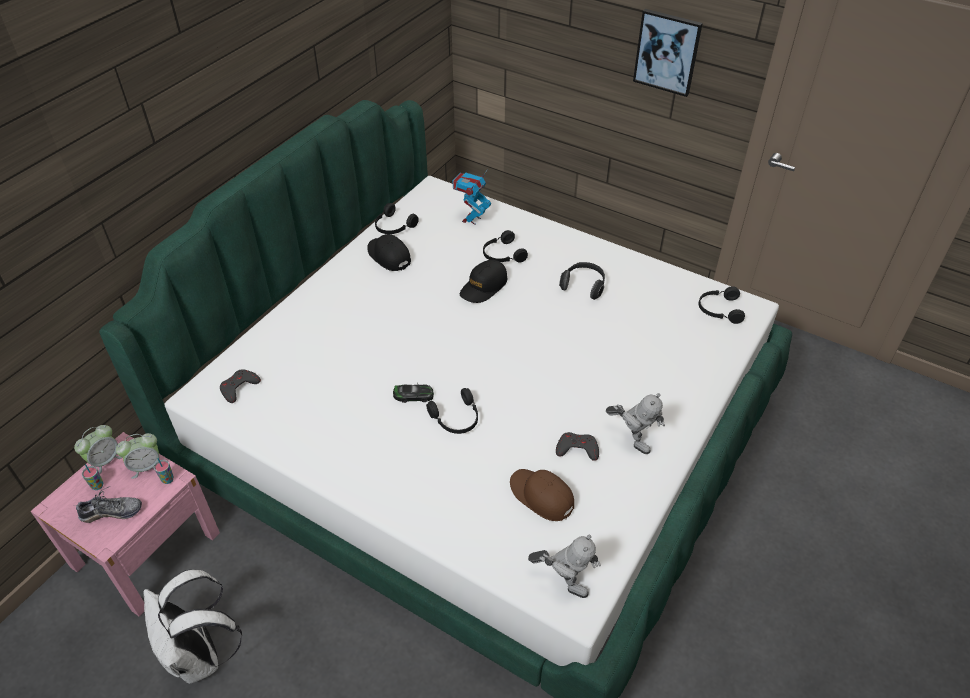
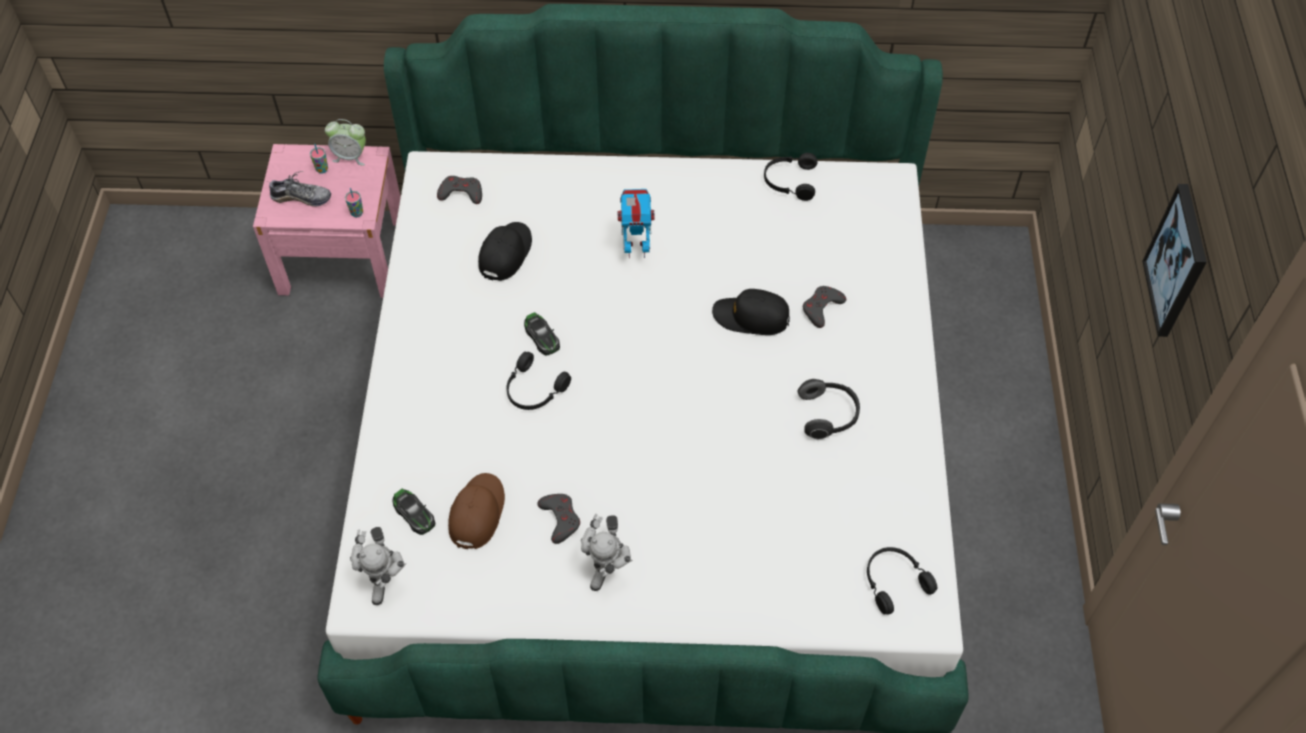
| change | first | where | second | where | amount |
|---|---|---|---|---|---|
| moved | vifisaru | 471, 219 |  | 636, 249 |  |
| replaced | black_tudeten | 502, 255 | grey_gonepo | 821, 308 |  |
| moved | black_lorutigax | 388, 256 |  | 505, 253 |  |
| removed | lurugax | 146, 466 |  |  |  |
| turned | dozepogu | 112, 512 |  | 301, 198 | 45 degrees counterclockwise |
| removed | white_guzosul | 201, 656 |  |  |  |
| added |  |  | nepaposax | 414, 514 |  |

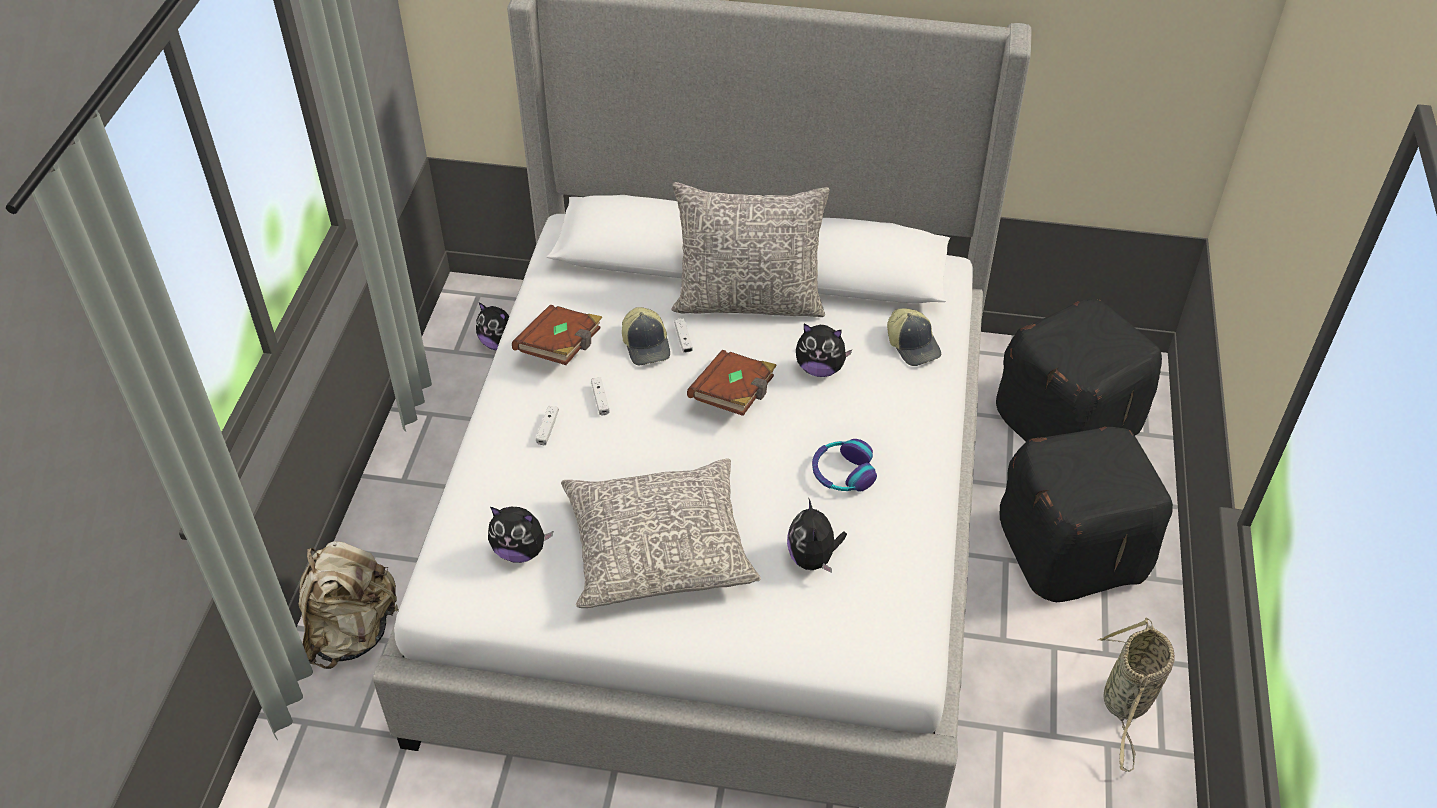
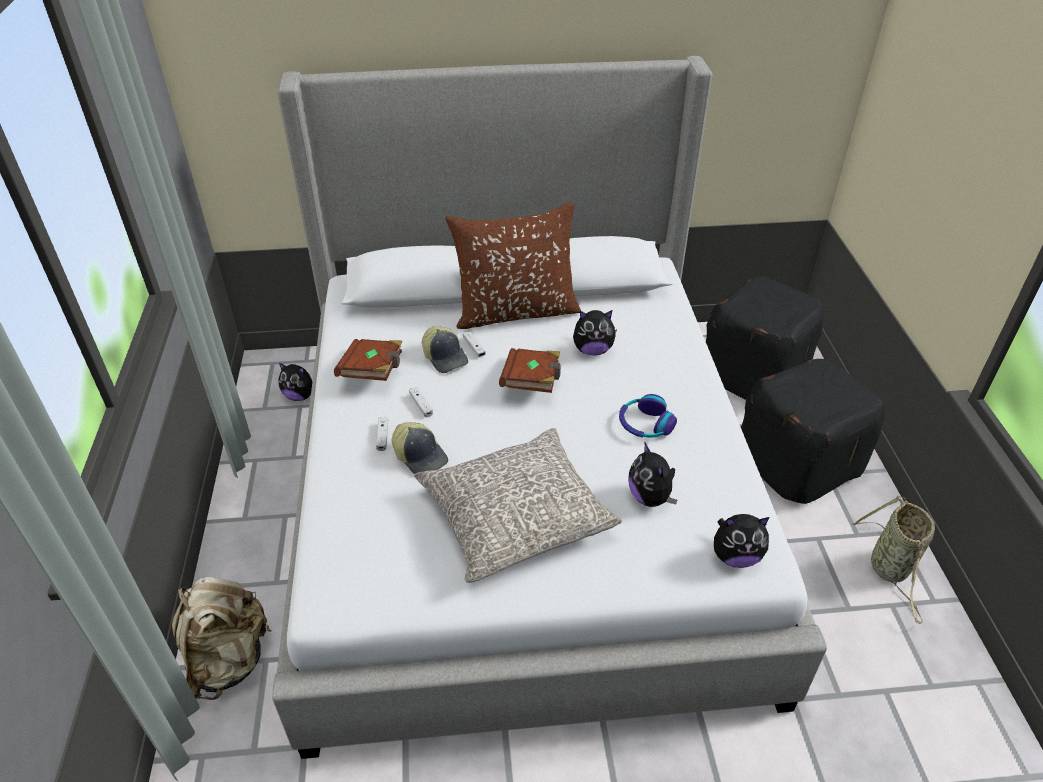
| change | first | where | second | where | amount |
|---|---|---|---|---|---|
| recoloured | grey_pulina | 748, 300 | brown_pulina | 516, 311 |  |
| moved | lorutigax | 913, 345 |  | 420, 456 |  |
| moved | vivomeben | 520, 551 |  | 735, 556 |  |

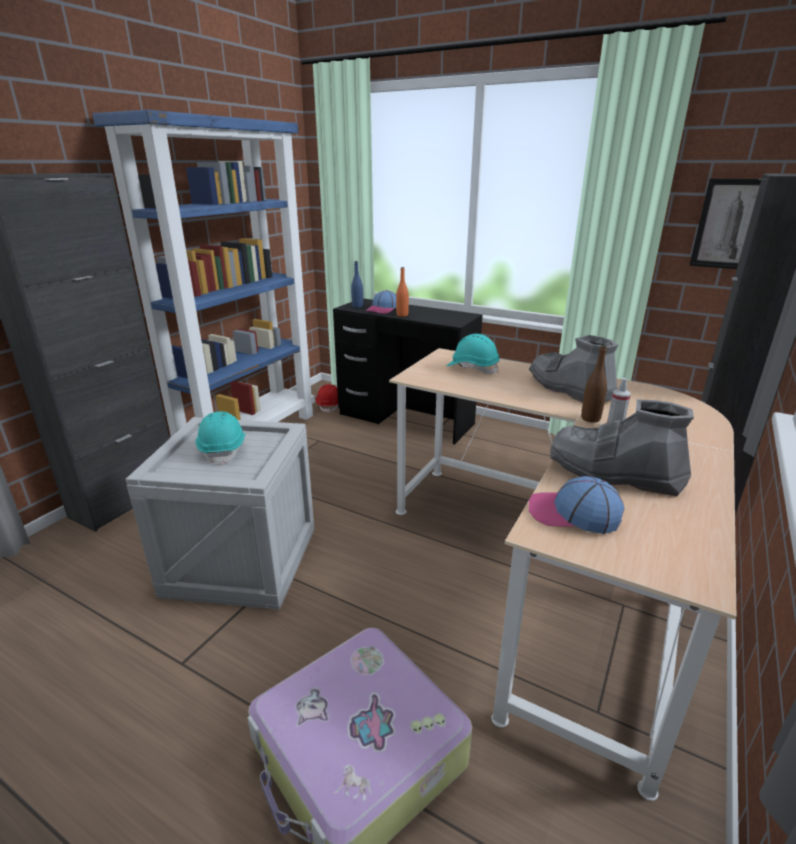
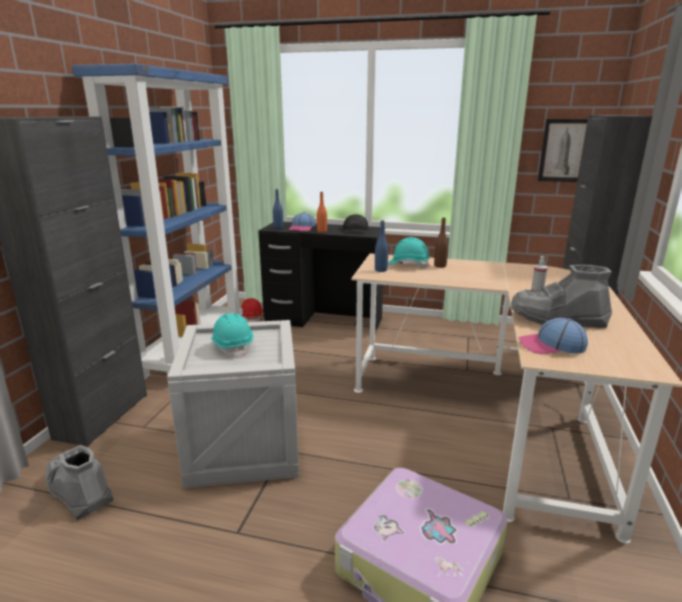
| change | first | where | second | where | amount |
|---|---|---|---|---|---|
| moved | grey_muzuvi | 569, 388 |  | 78, 490 |  |
| moved | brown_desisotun | 590, 418 |  | 440, 266 |  |
| added |  |  | black_lorutigax | 355, 230 |  |
| added |  |  | blue_desisotun | 381, 270 |  |

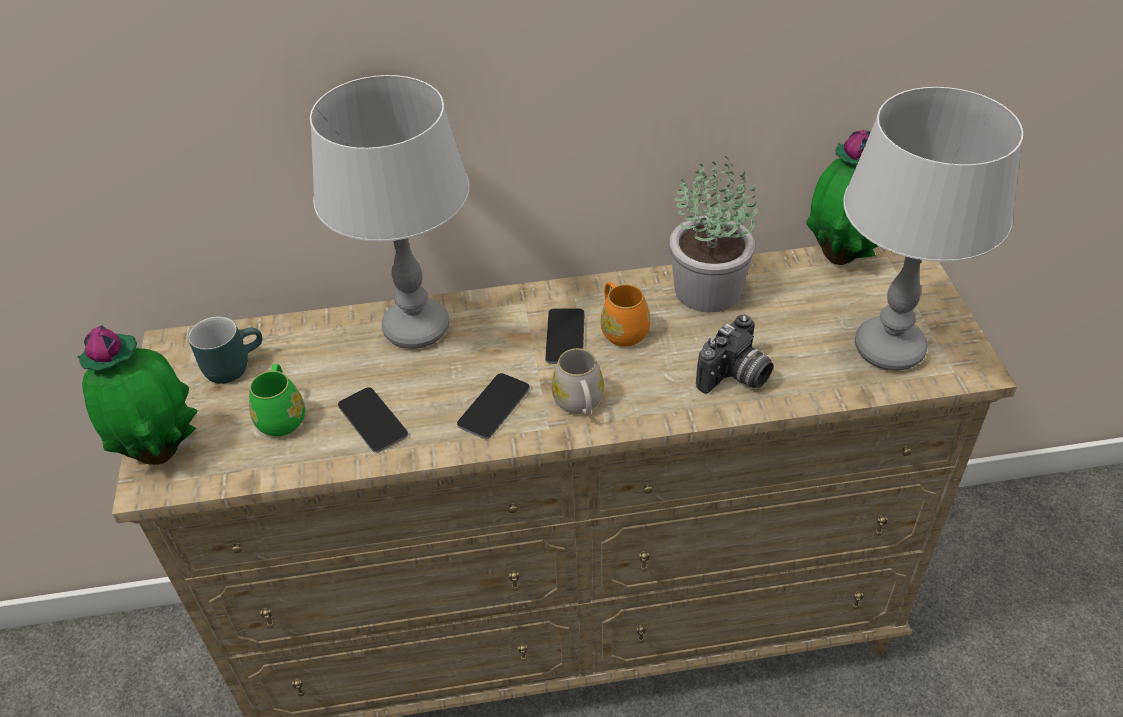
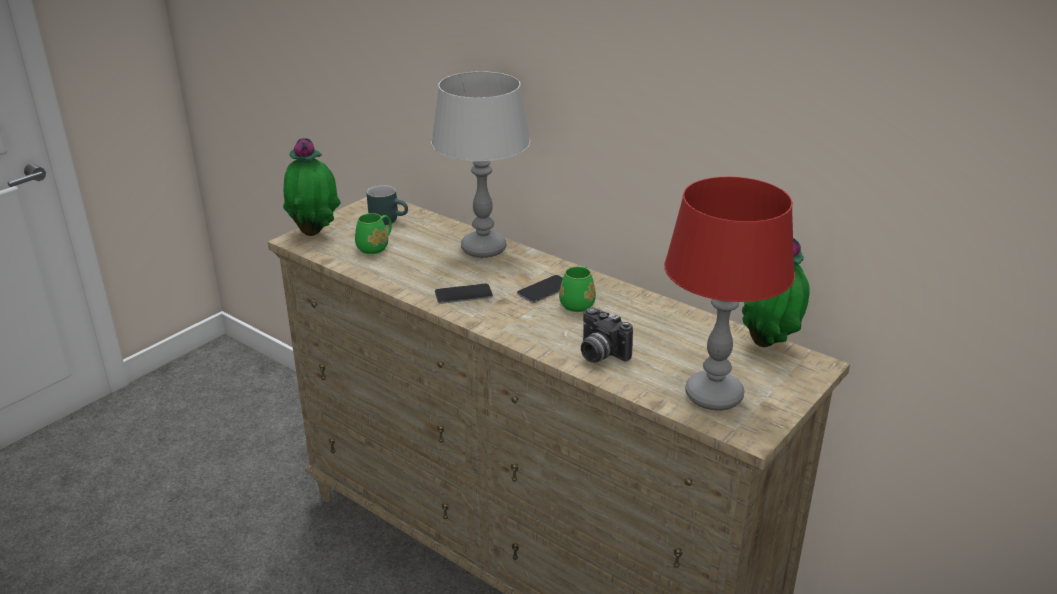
| change | first | where | second | where | amount |
|---|---|---|---|---|---|
| recoloured | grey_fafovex | 888, 349 | red_fafovex | 713, 395 |  |
| removed | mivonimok | 709, 290 |  |  |  |
| recoloured | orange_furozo | 621, 329 | green_furozo | 578, 302 |  |
| turned | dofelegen | 735, 377 |  | 599, 354 | 45 degrees clockwise |
| removed | white_furozo | 580, 404 |  |  |  |
| removed | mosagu | 372, 420 |  |  |  |

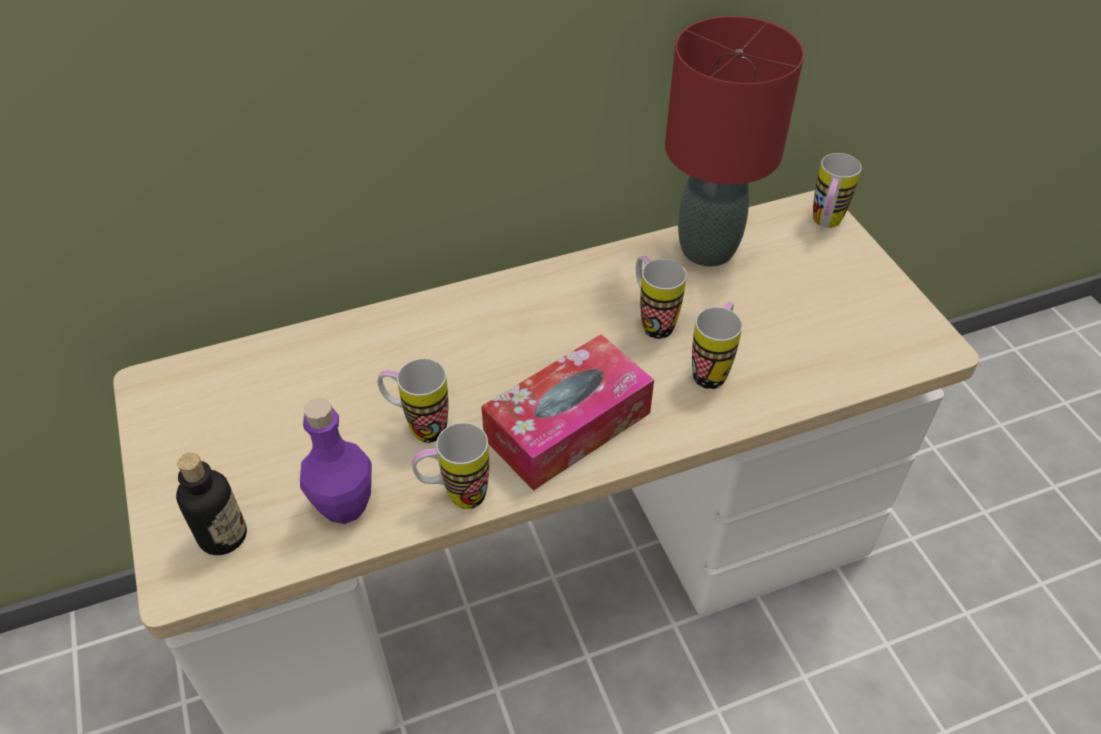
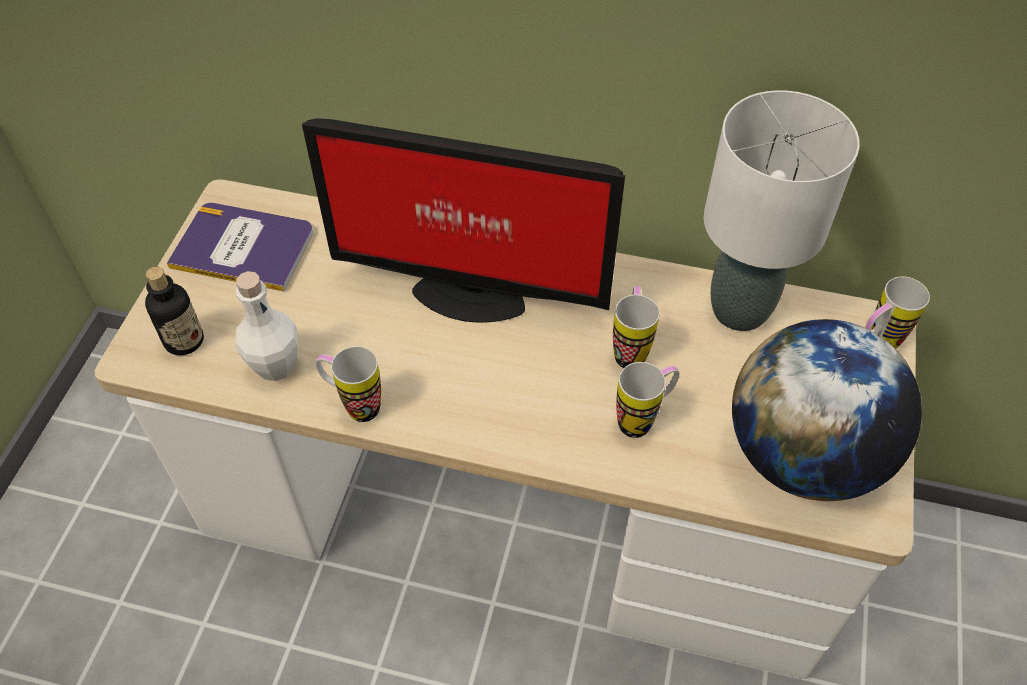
| change | first | where | second | where | amount |
|---|---|---|---|---|---|
| recoloured | red_fafovex | 708, 249 | white_fafovex | 740, 310 |  |
| removed | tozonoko | 568, 426 |  |  |  |
| removed | furozo | 418, 427 |  |  |  |
| recoloured | purple_desisotun | 344, 505 | white_desisotun | 275, 366 |  |
| added |  |  | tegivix | 467, 292 |  |
| added |  |  | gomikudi | 243, 247 |  |
| added |  |  | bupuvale | 803, 455 |  |

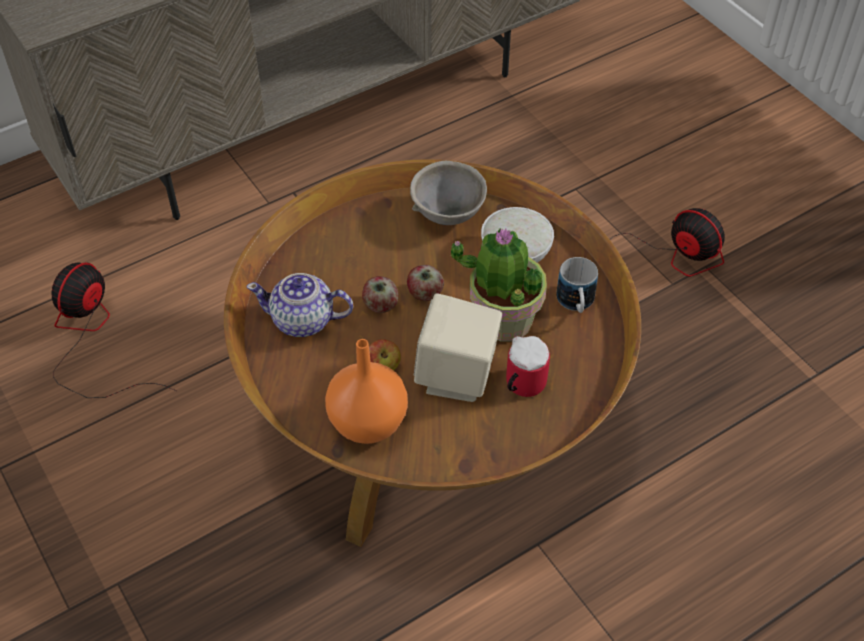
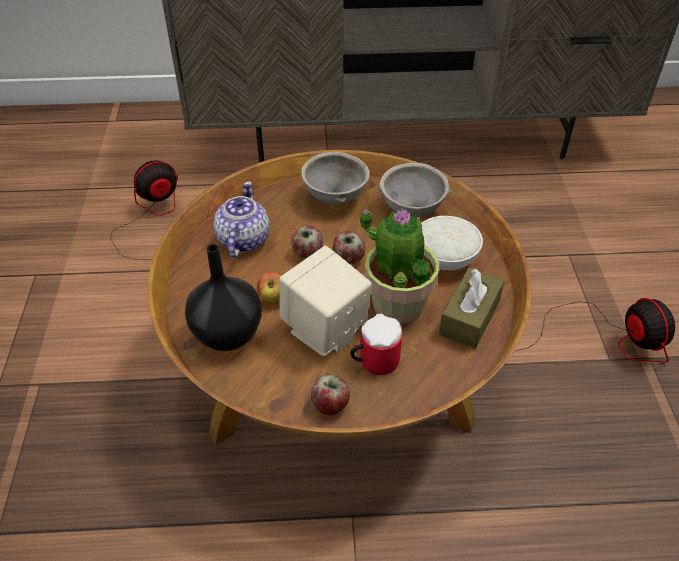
| change | first | where | second | where | amount |
|---|---|---|---|---|---|
| replaced | furozo | 576, 304 | brown_tozonoko | 469, 317 |  |
| turned | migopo | 303, 321 |  | 242, 240 | 60 degrees clockwise |
| recoloured | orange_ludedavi | 366, 424 | black_ludedavi | 226, 335 |  |
| added |  |  | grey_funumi | 336, 197 |  |
| added |  |  | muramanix | 330, 405 |  |

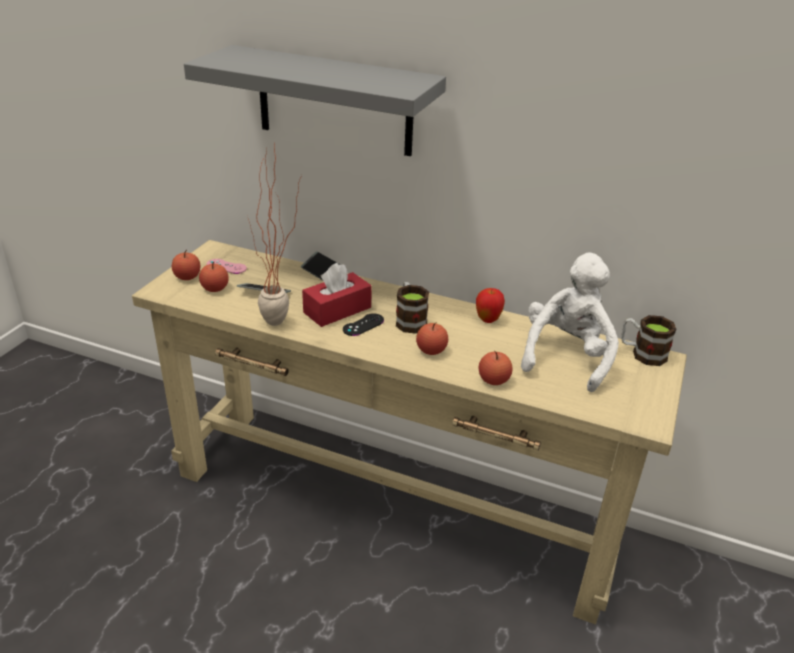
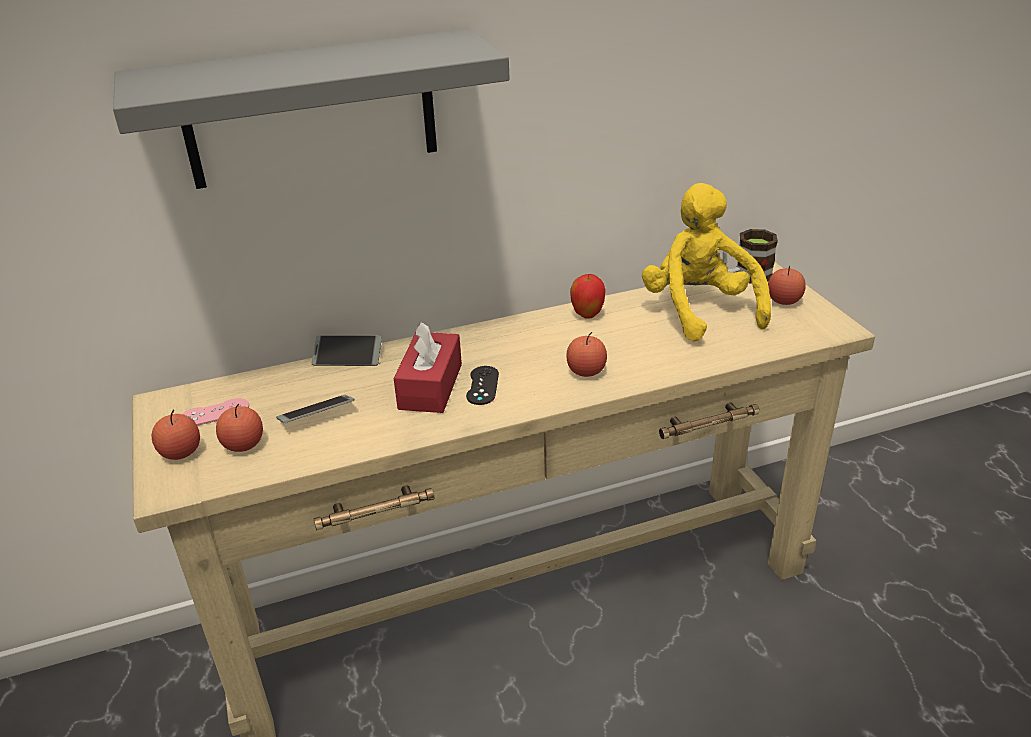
| change | first | where | second | where | amount |
|---|---|---|---|---|---|
| removed | mivonimok | 282, 326 |  |  |  |
| recoloured | white_vivomeben | 566, 356 | yellow_vivomeben | 699, 310 |  |
| removed | furozo | 409, 320 |  |  |  |
| moved | muramanix | 493, 380 |  | 784, 301 |  |

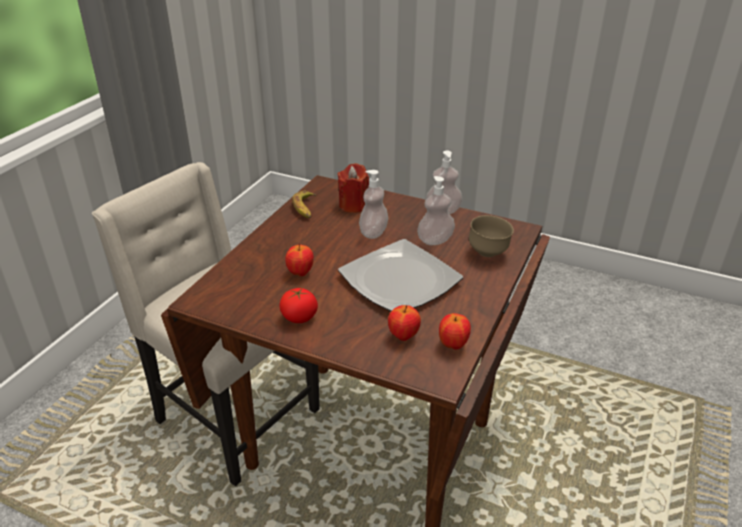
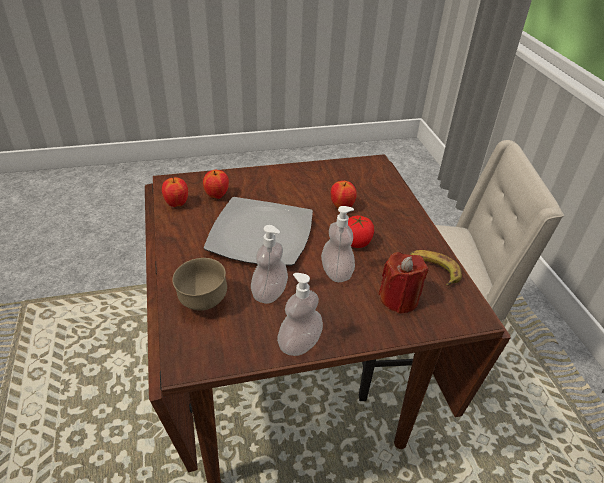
| change | first | where | second | where | amount |
|---|---|---|---|---|---|
| moved | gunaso | 299, 317 |  | 356, 242 |  |

